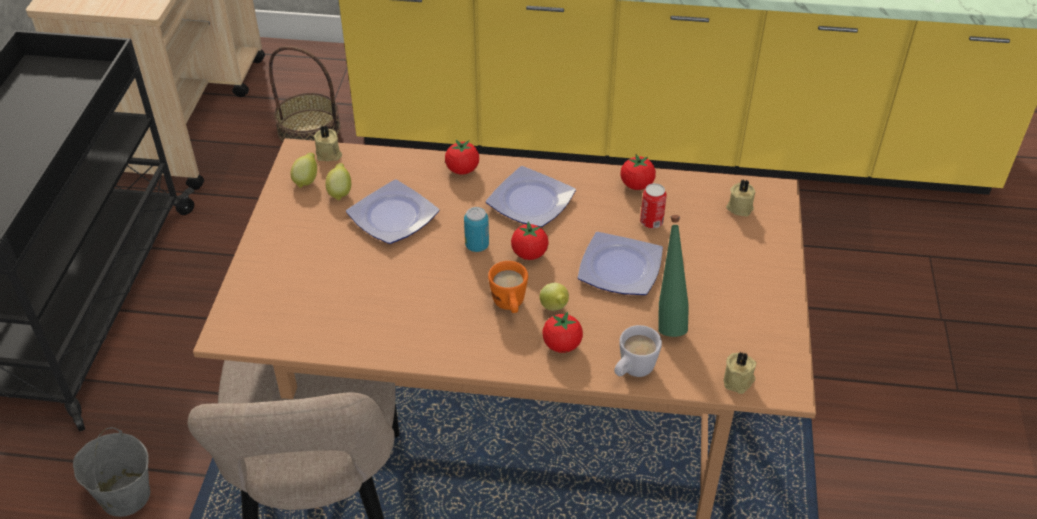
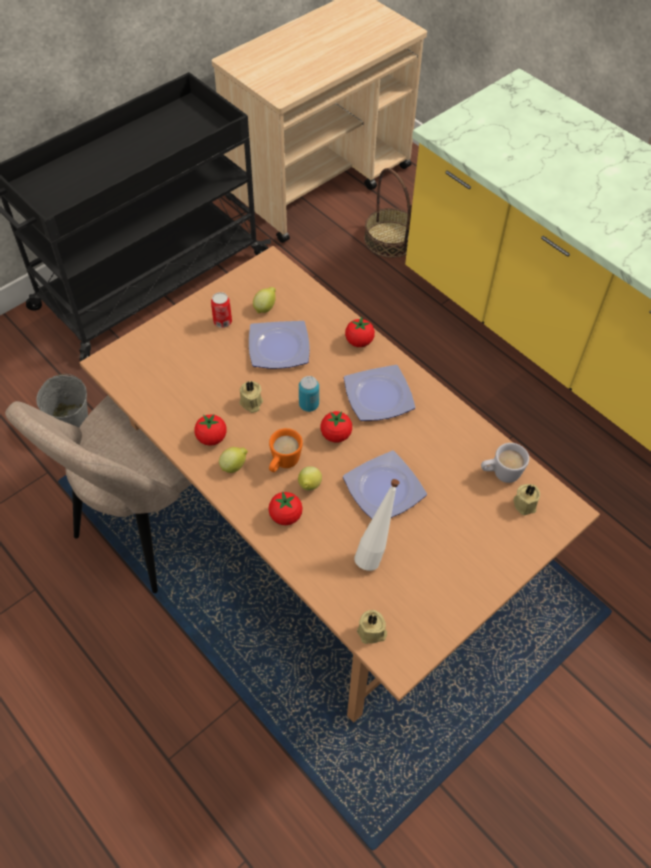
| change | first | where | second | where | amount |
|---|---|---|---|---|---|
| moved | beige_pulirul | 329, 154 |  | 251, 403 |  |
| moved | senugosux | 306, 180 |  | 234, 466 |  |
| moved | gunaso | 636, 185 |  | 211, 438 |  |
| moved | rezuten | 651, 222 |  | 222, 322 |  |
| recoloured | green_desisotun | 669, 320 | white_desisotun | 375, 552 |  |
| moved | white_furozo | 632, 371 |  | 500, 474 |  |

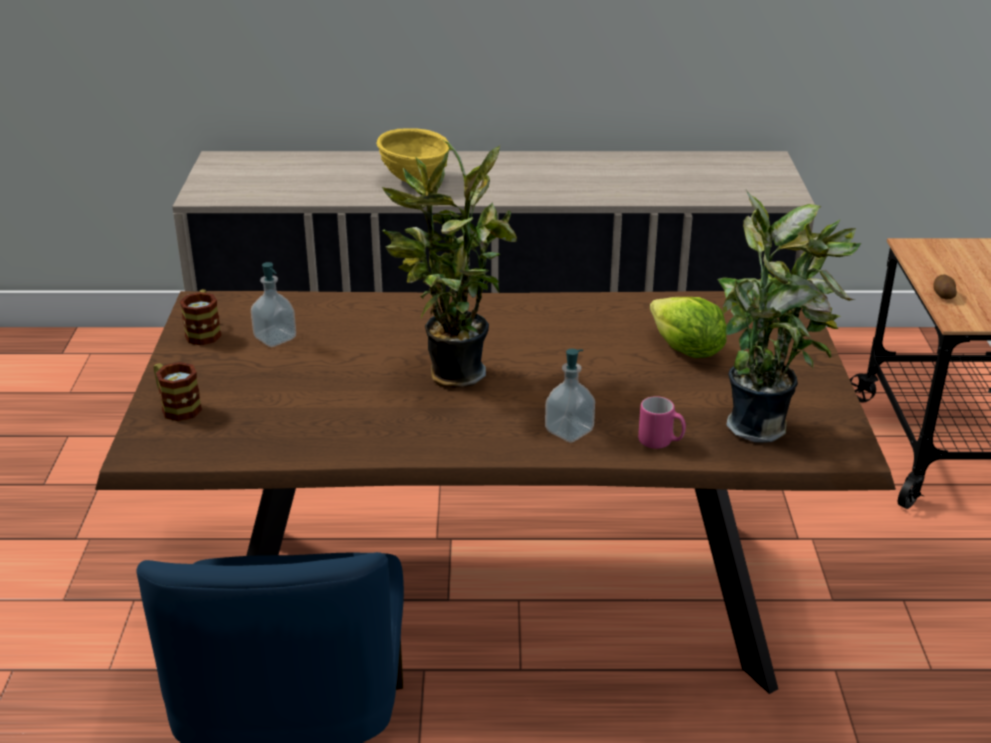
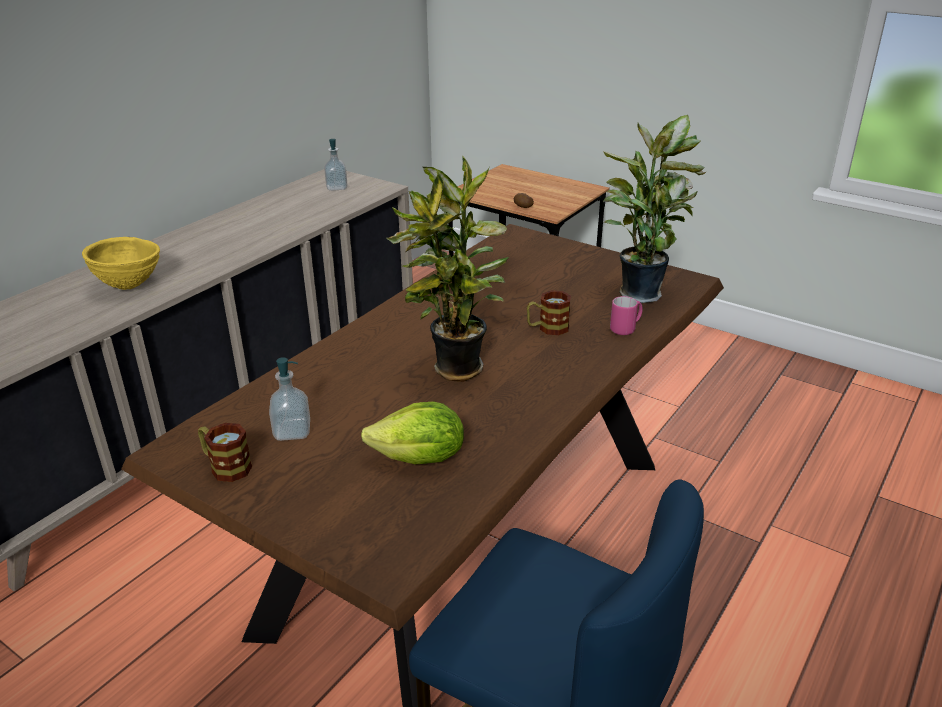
| change | first | where | second | where | amount |
|---|---|---|---|---|---|
| moved | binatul | 686, 351 |  | 420, 459 |  |
| moved | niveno | 569, 431 |  | 336, 187 |  |
| moved | furozo | 176, 406 |  | 547, 328 |  |

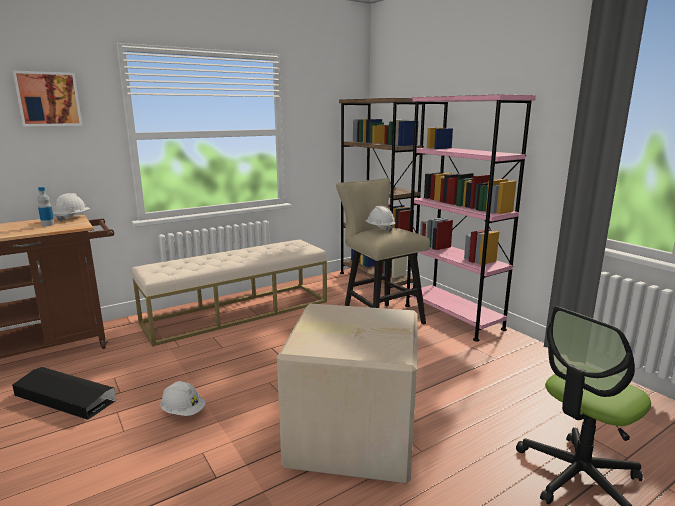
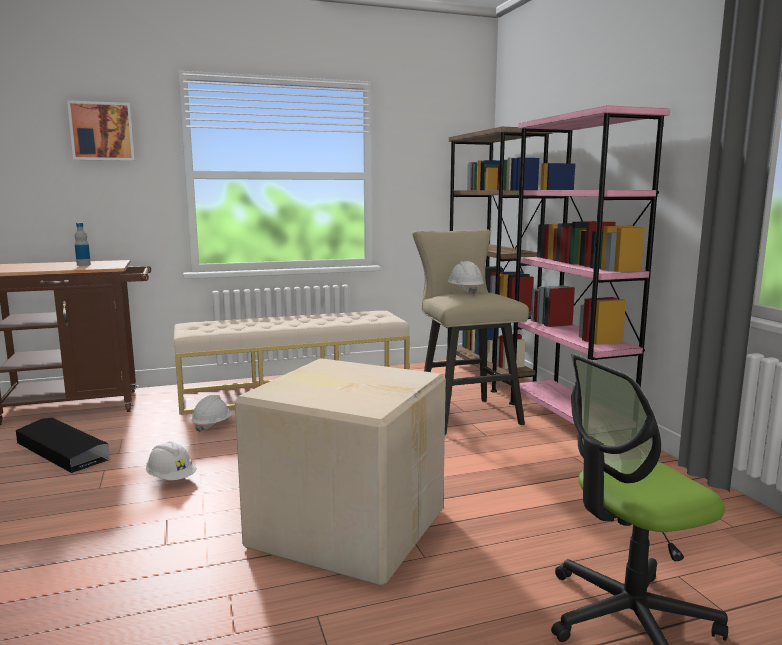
| change | first | where | second | where | amount |
|---|---|---|---|---|---|
| moved | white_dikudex | 72, 218 |  | 212, 425 |  |

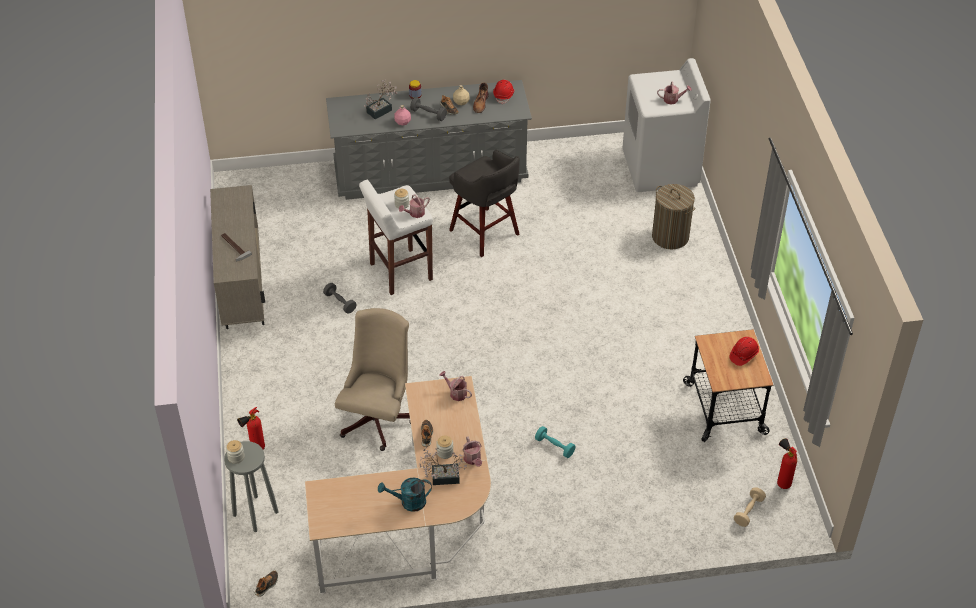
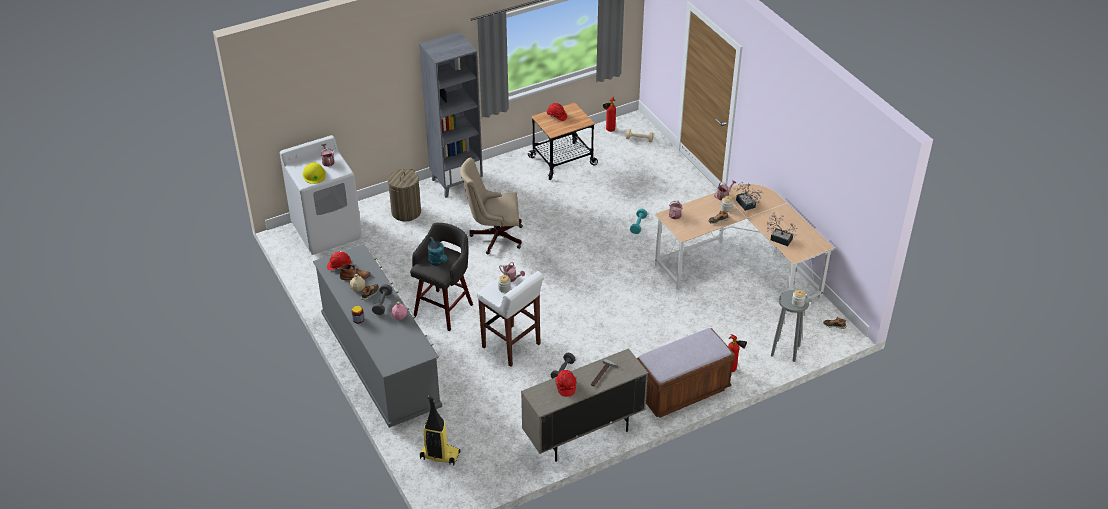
| change | first | where | second | where | amount |
|---|---|---|---|---|---|
| moved | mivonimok | 382, 110 |  | 779, 238 |  |
| moved | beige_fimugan | 378, 417 |  | 493, 236 |  |
| moved | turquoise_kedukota | 408, 502 |  | 438, 262 |  |
| added |  |  | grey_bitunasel | 456, 182 |  |
| added |  |  | yellow_dikudex | 314, 175 |  |
| added |  |  | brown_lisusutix | 682, 392 |  |
| added |  |  | red_dikudex | 565, 386 |  |
| added |  |  | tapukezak | 439, 456 |  |

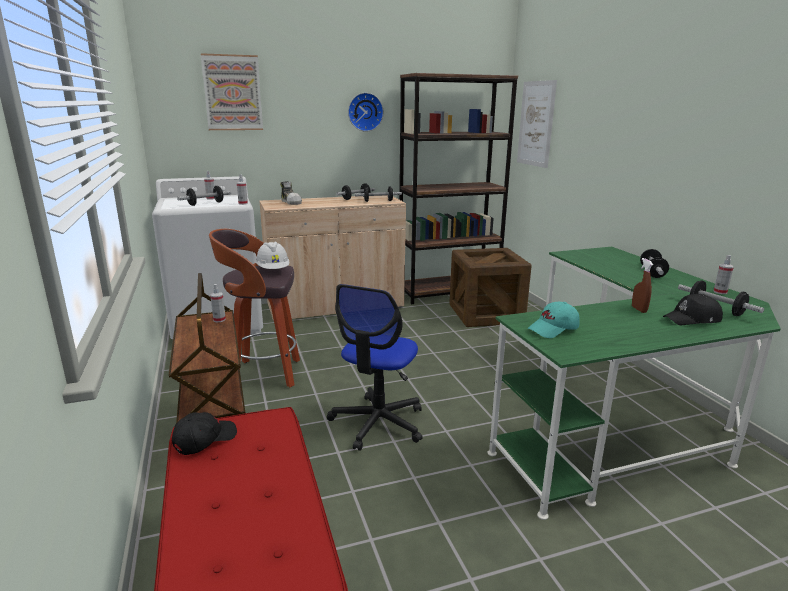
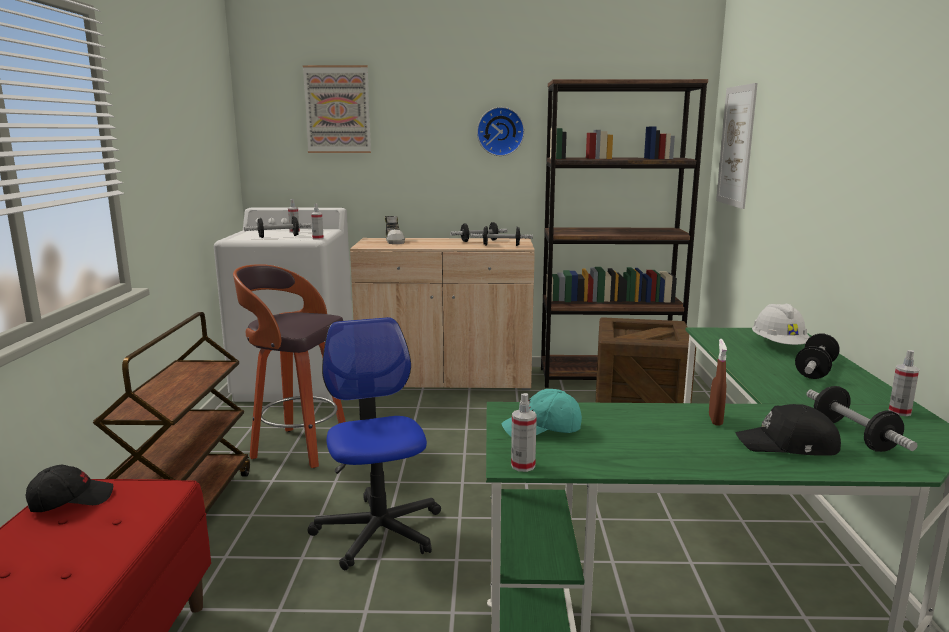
| change | first | where | second | where | amount |
|---|---|---|---|---|---|
| moved | white_dikudex | 273, 270 |  | 779, 346 |  |
| moved | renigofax | 219, 320 |  | 523, 466 |  |
| turned | fimugan | 378, 423 |  | 378, 531 | 120 degrees clockwise |

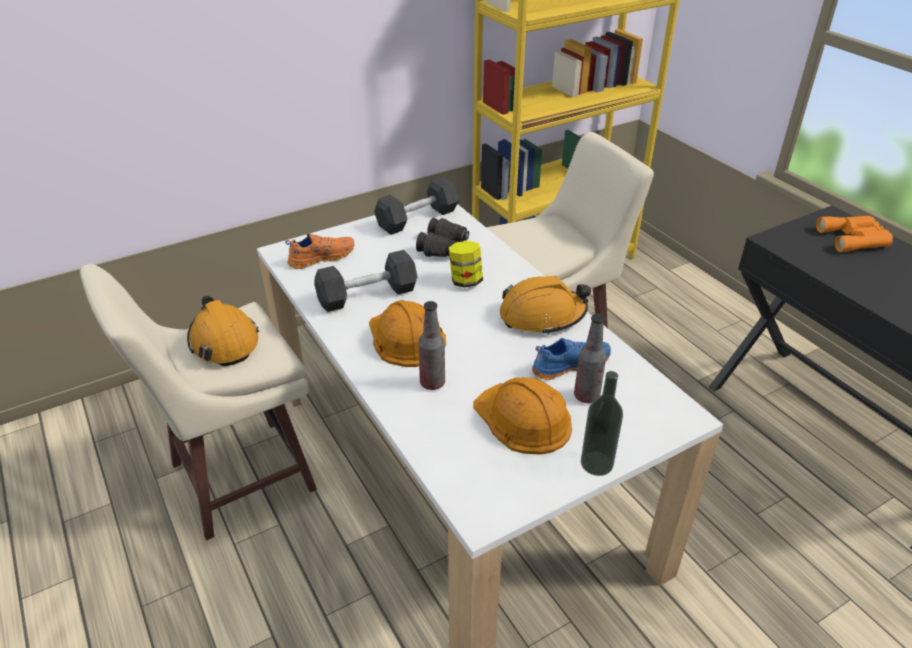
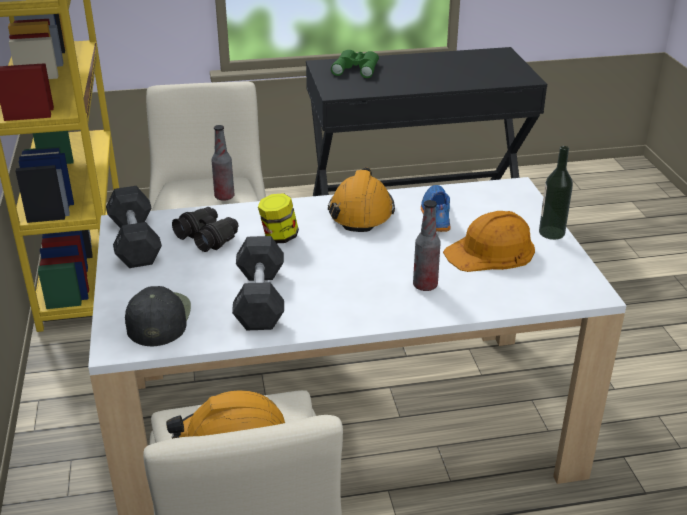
| change | first | where | second | where | amount |
|---|---|---|---|---|---|
| recoloured | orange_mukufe | 855, 239 | green_mukufe | 356, 68 |  |
| replaced | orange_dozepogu | 321, 257 | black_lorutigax | 158, 318 |  |
| removed | orange_dikudex | 405, 338 |  |  |  |
| moved | desisotun | 586, 396 |  | 224, 197 |  |

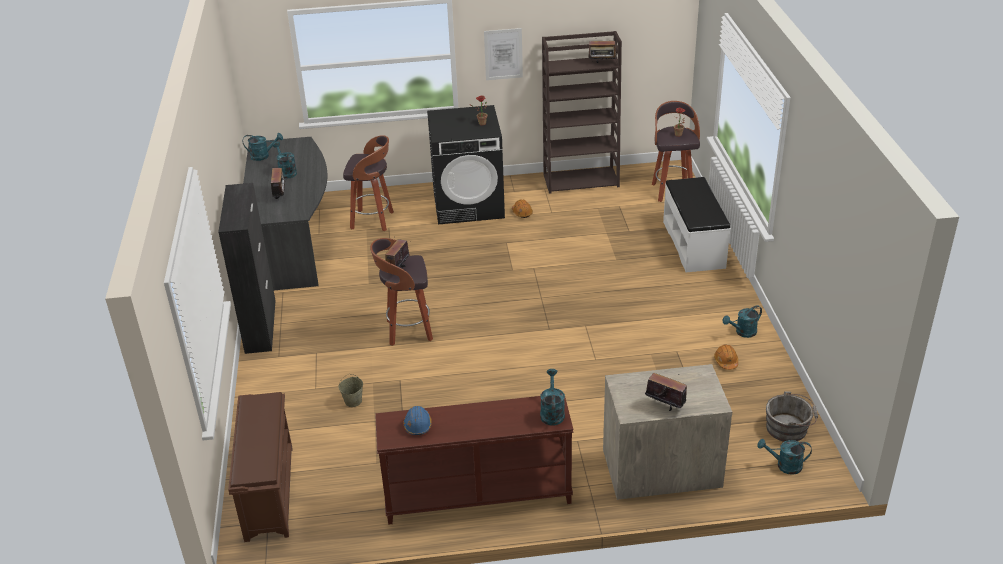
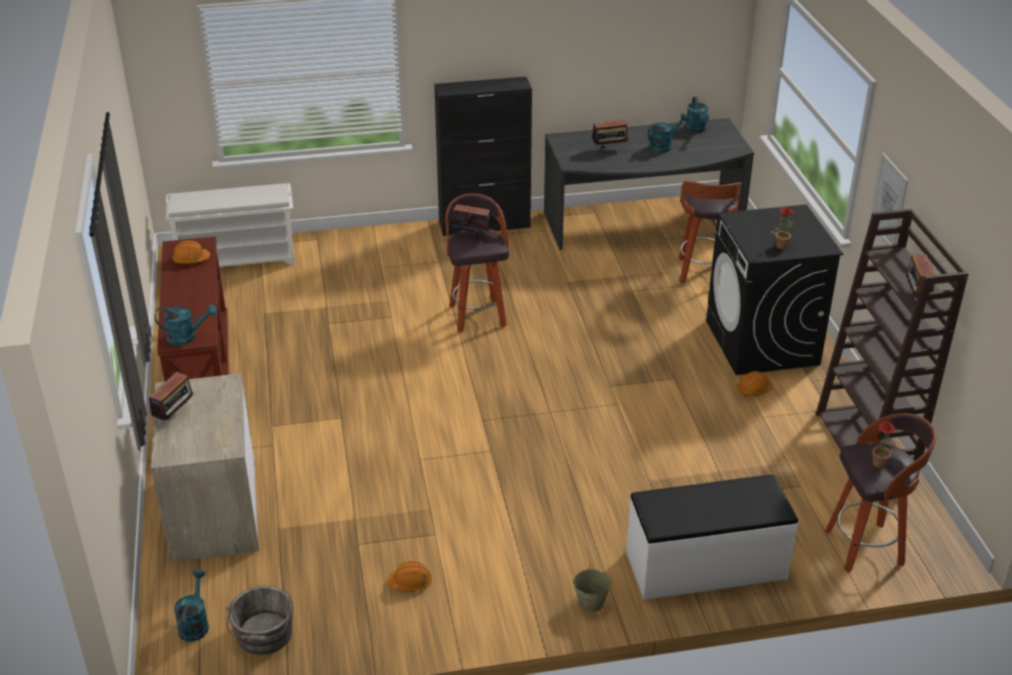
| change | first | where | second | where | amount |
|---|---|---|---|---|---|
| removed | turquoise_kedukota | 742, 332 |  |  |  |
| moved | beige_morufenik | 353, 401 |  | 591, 603 |  |
| recoloured | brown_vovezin | 268, 492 | white_vovezin | 238, 259 |  |
| recoloured | blue_dikudex | 418, 425 | orange_dikudex | 191, 259 |  |

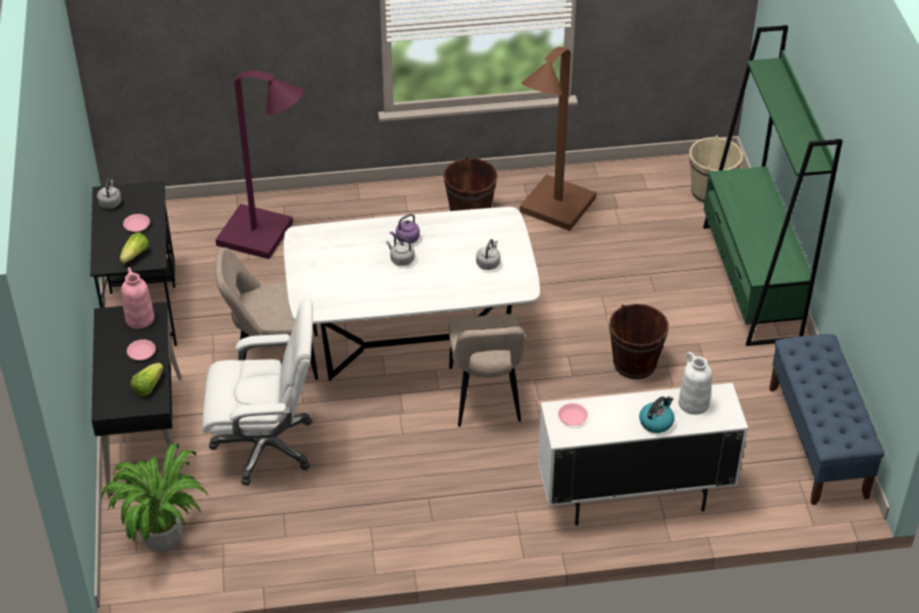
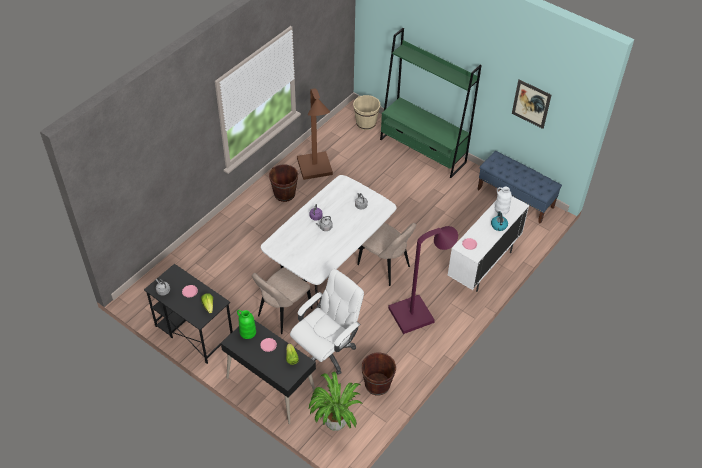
| change | first | where | second | where | amount |
|---|---|---|---|---|---|
| moved | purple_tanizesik | 265, 236 |  | 417, 313 |  |
| recoloured | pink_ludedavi | 139, 318 | green_ludedavi | 247, 332 |  |
| moved | brown_morufenik | 634, 364 |  | 377, 384 |  |
| added |  |  | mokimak | 531, 104 |  |

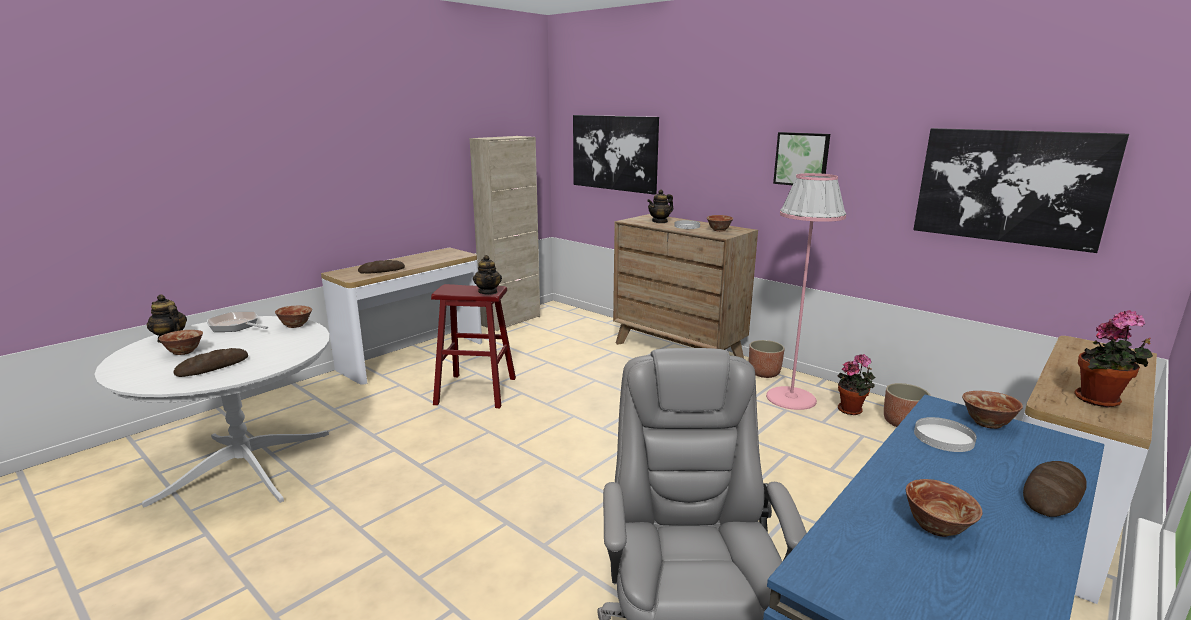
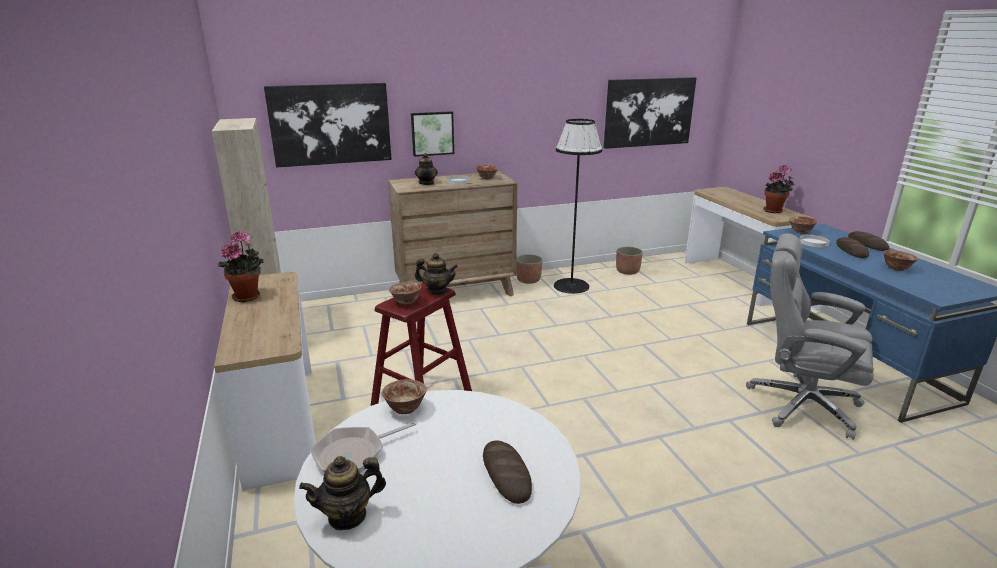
| change | first | where | second | where | amount |
|---|---|---|---|---|---|
| moved | mokimak | 802, 159 |  | 432, 133 |  |
| recoloured | pink_tanizesik | 790, 398 | black_tanizesik | 571, 286 |  |
| moved | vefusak | 382, 270 |  | 851, 250 |  |
| moved | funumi | 184, 352 |  | 406, 302 |  |
| moved | mivonimok | 852, 410 |  | 248, 296 |  |

